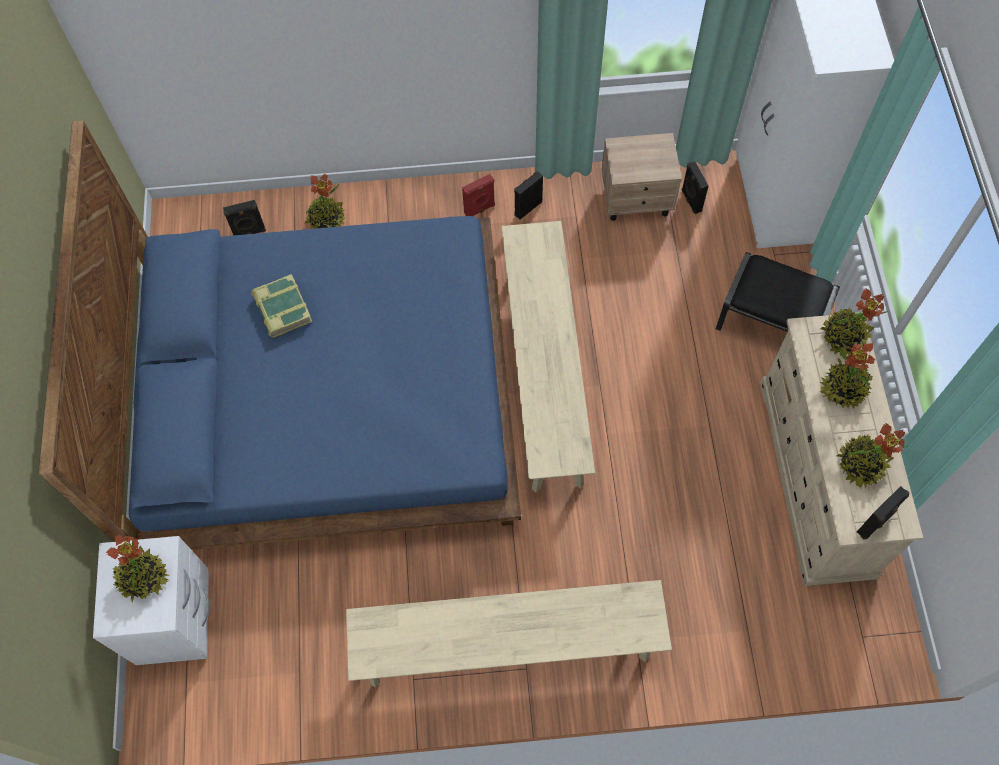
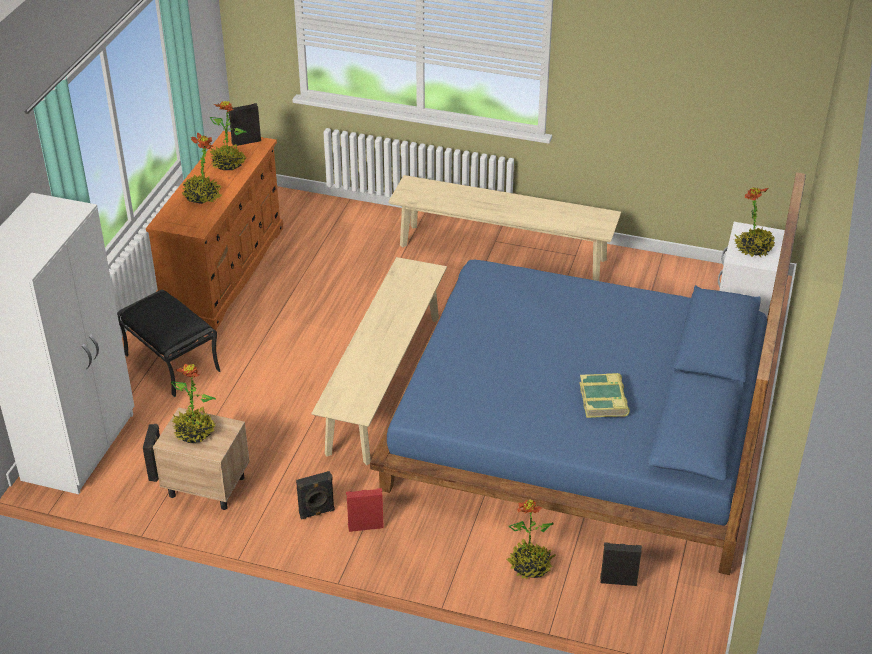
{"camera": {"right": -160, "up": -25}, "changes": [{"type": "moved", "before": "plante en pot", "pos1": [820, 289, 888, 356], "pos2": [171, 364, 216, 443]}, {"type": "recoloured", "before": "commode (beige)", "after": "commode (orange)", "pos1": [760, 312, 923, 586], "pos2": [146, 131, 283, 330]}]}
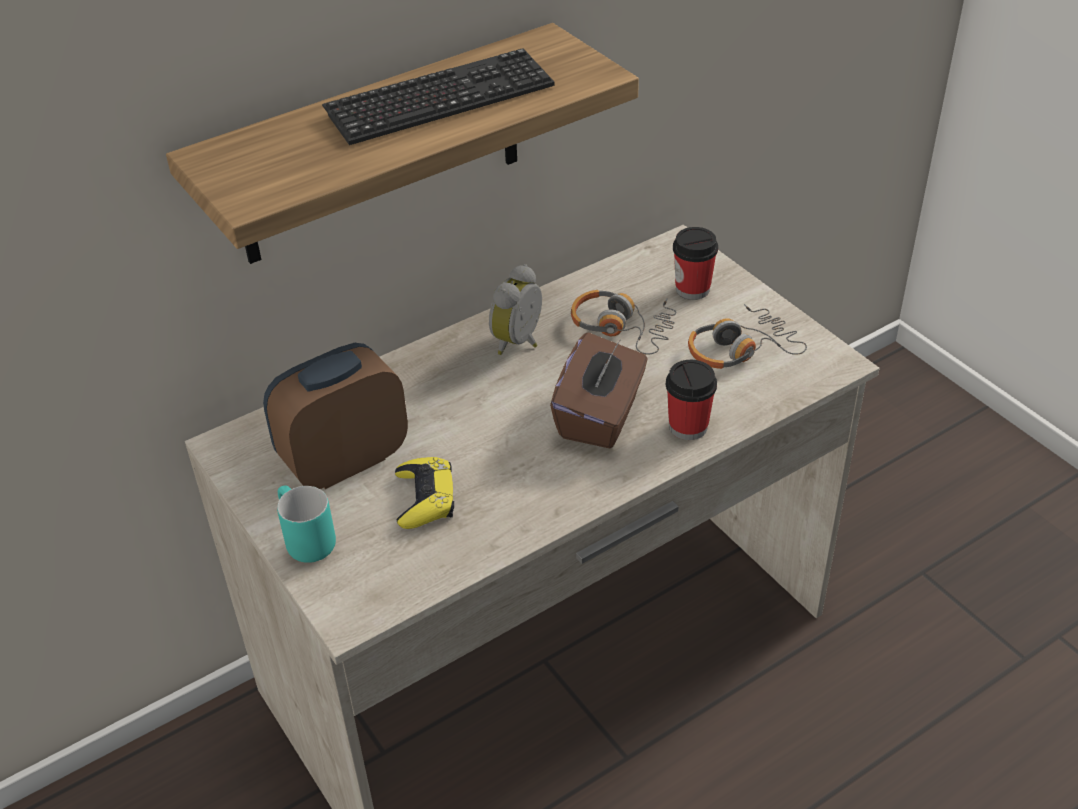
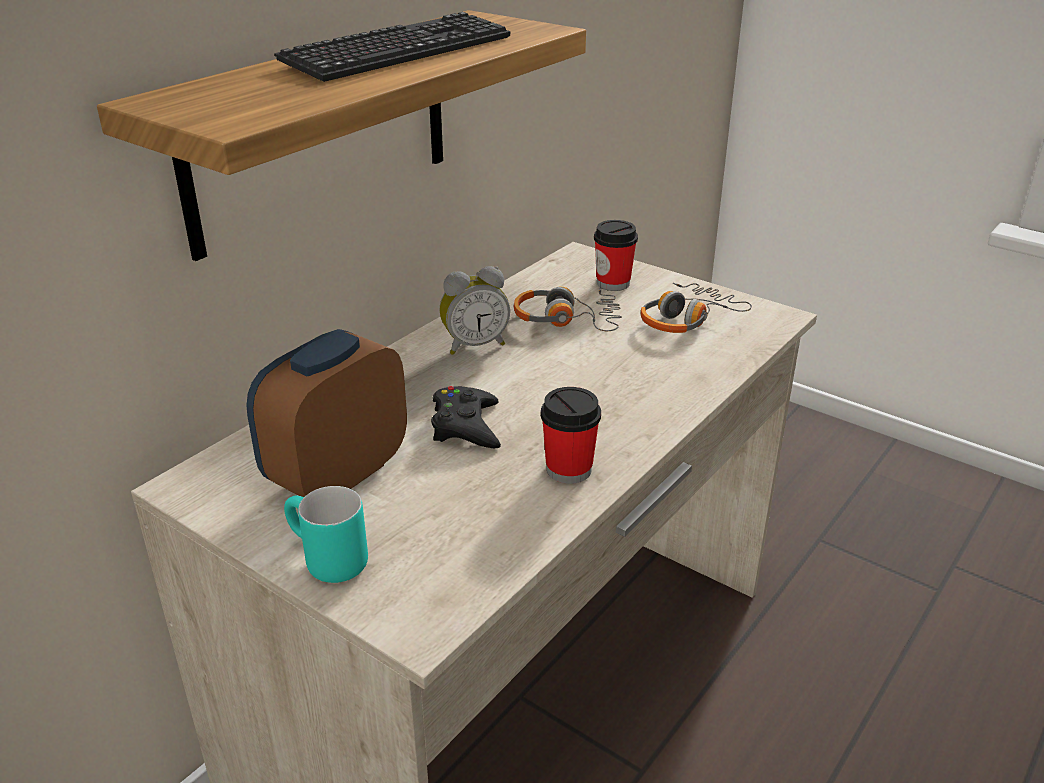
{"camera": {"right": -20, "up": -10}, "changes": [{"type": "removed", "before": "manette (jaune)", "pos1": [395, 457, 454, 529]}, {"type": "removed", "before": "boîte à mouchoirs (marron)", "pos1": [550, 332, 647, 448]}, {"type": "added", "after": "manette (noir)", "pos2": [431, 386, 501, 448]}, {"type": "moved", "before": "tasse", "pos1": [666, 360, 717, 440], "pos2": [541, 387, 601, 484]}, {"type": "turned", "before": "réveil", "pos1": [489, 264, 542, 355], "pos2": [440, 266, 510, 355], "turn": -120}]}
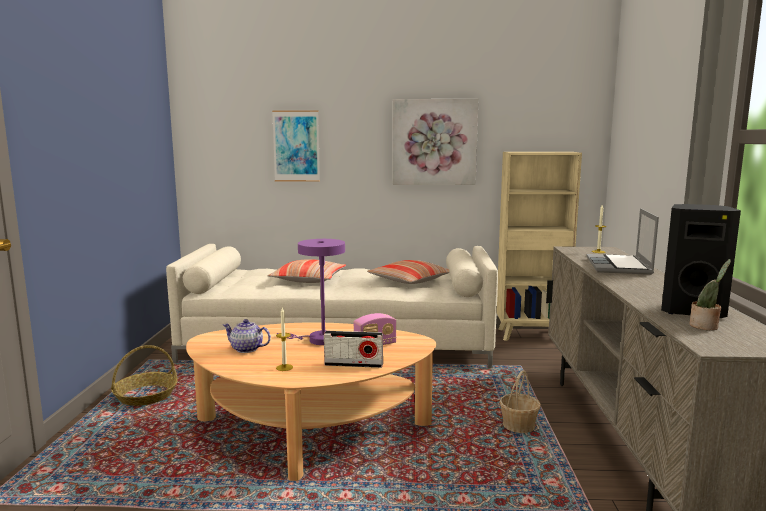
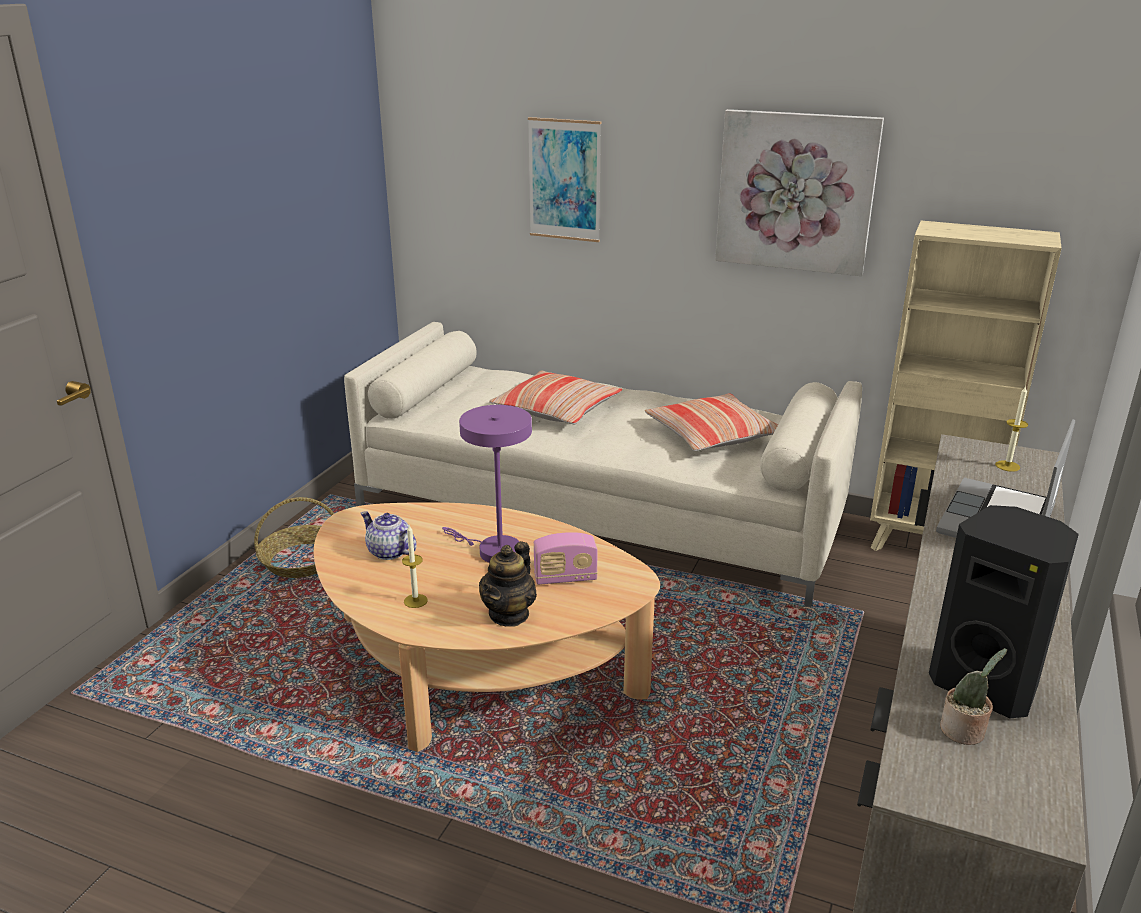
{"camera": {"right": 20, "up": 15}, "changes": [{"type": "removed", "before": "panier", "pos1": [499, 370, 541, 433]}, {"type": "replaced", "before": "radio", "after": "théière", "pos1": [324, 331, 383, 368], "pos2": [479, 541, 537, 627]}]}
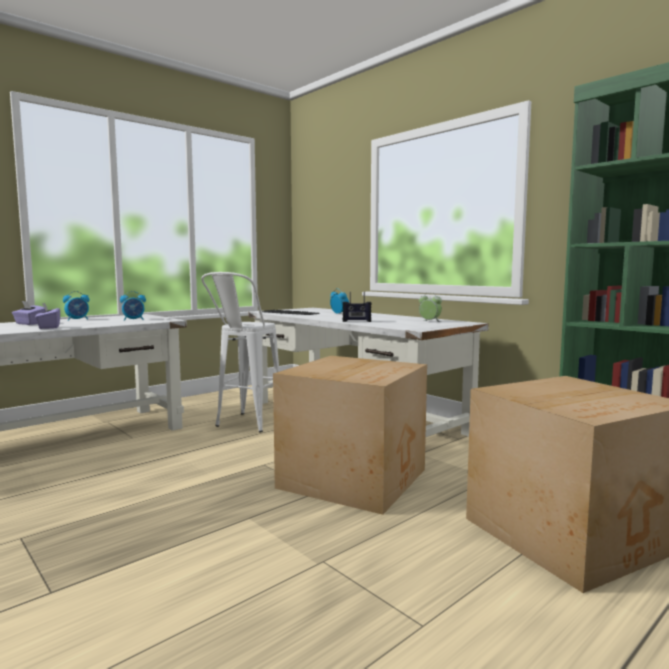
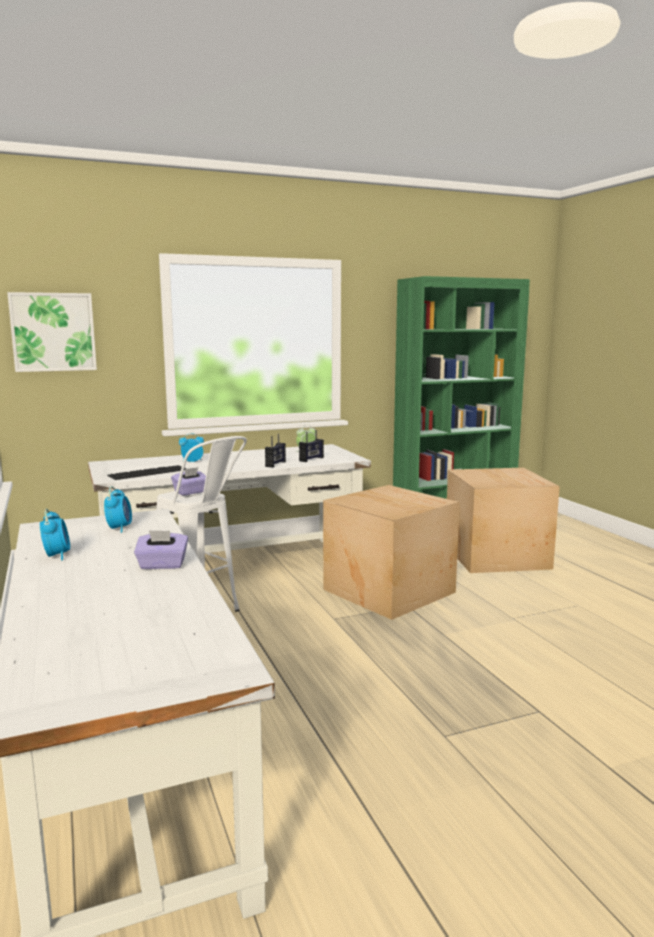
{"camera": {"right": -70, "up": 5}, "changes": [{"type": "added", "after": "tableau", "pos2": [7, 292, 97, 372]}, {"type": "added", "after": "radio", "pos2": [299, 430, 324, 462]}, {"type": "moved", "before": "boîte à mouchoirs (violet)", "pos1": [12, 301, 46, 325], "pos2": [171, 467, 206, 495]}]}
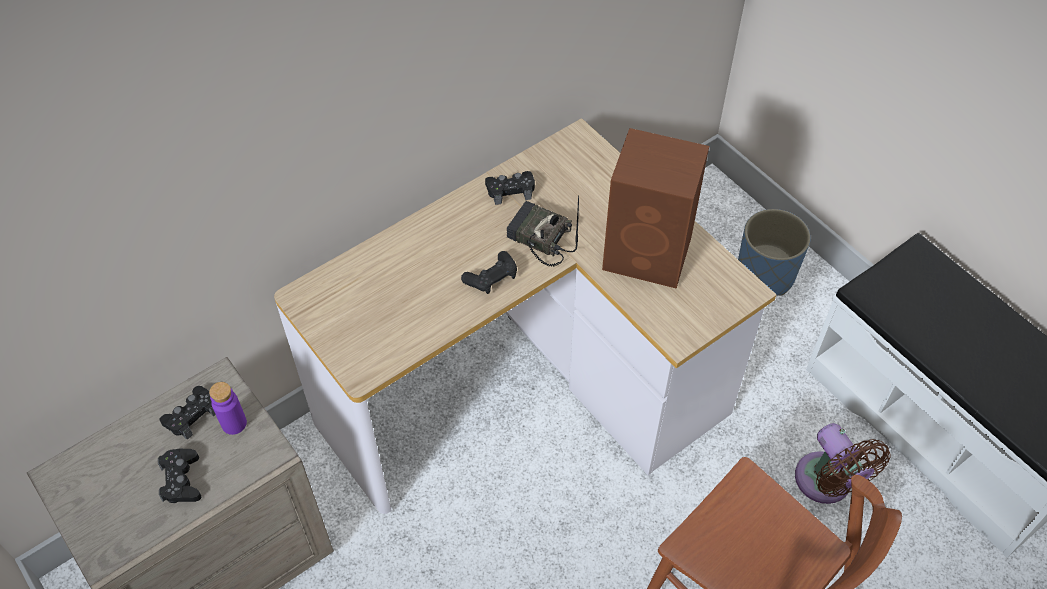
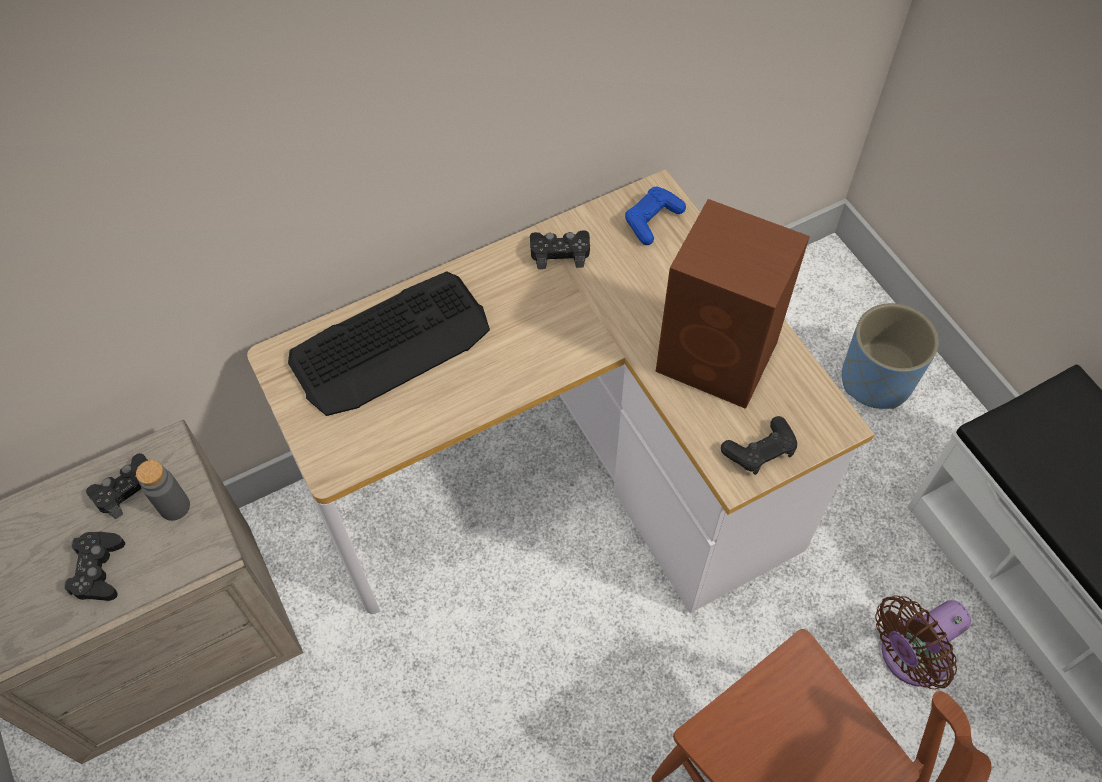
{"camera": {"right": 10, "up": 5}, "changes": [{"type": "removed", "before": "radio", "pos1": [507, 195, 579, 267]}, {"type": "added", "after": "clavier", "pos2": [288, 271, 490, 416]}, {"type": "added", "after": "manette (bleu)", "pos2": [625, 187, 686, 245]}, {"type": "moved", "before": "manette (noir)", "pos1": [461, 251, 517, 294], "pos2": [721, 416, 797, 475]}, {"type": "recoloured", "before": "bouteille (violet)", "after": "bouteille (gris)", "pos1": [209, 382, 247, 435], "pos2": [136, 460, 190, 521]}, {"type": "turned", "before": "ventilateur (marron)", "pos1": [795, 423, 890, 504], "pos2": [875, 595, 971, 689], "turn": 75}]}
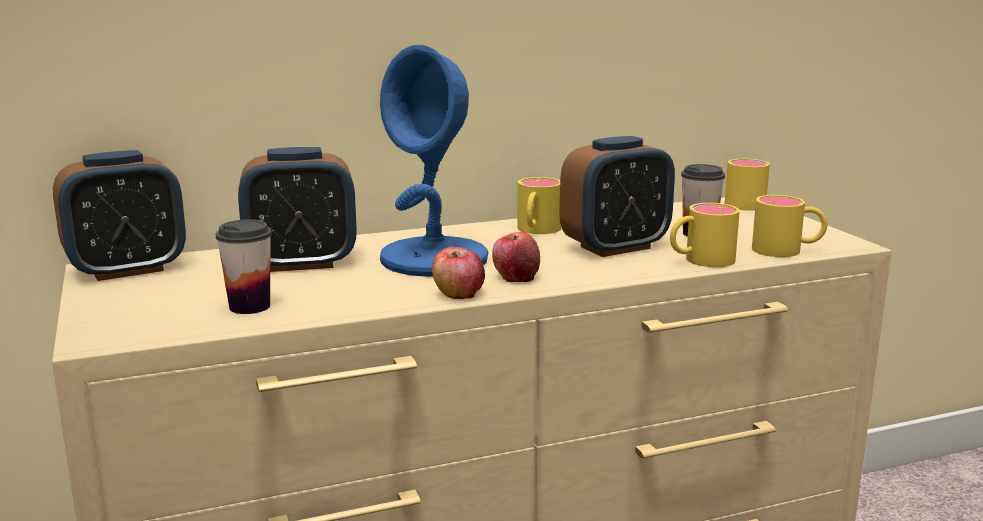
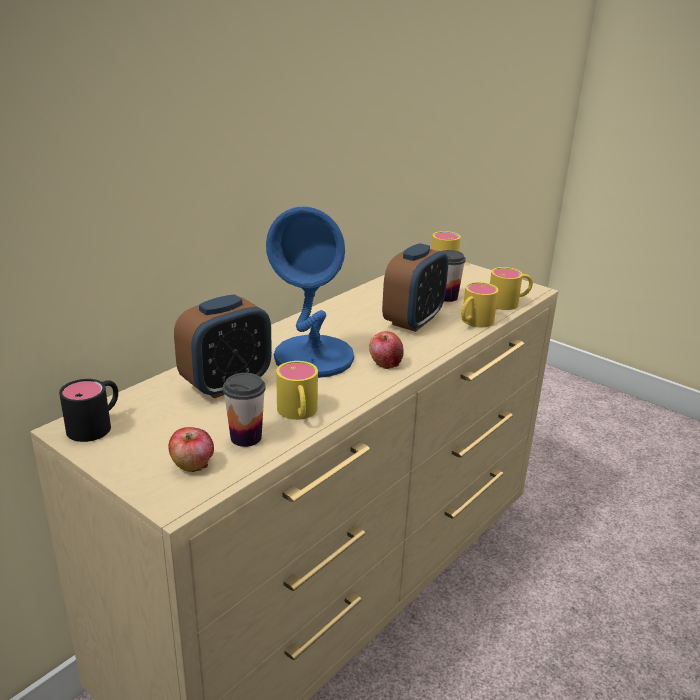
{"camera": {"right": -30, "up": 10}, "changes": [{"type": "moved", "before": "pomme", "pos1": [432, 247, 485, 299], "pos2": [168, 427, 214, 472]}, {"type": "moved", "before": "mug (jaune)", "pos1": [517, 177, 561, 234], "pos2": [276, 361, 318, 420]}, {"type": "replaced", "before": "réveil", "after": "mug (noir)", "pos1": [53, 150, 186, 281], "pos2": [59, 379, 118, 442]}]}
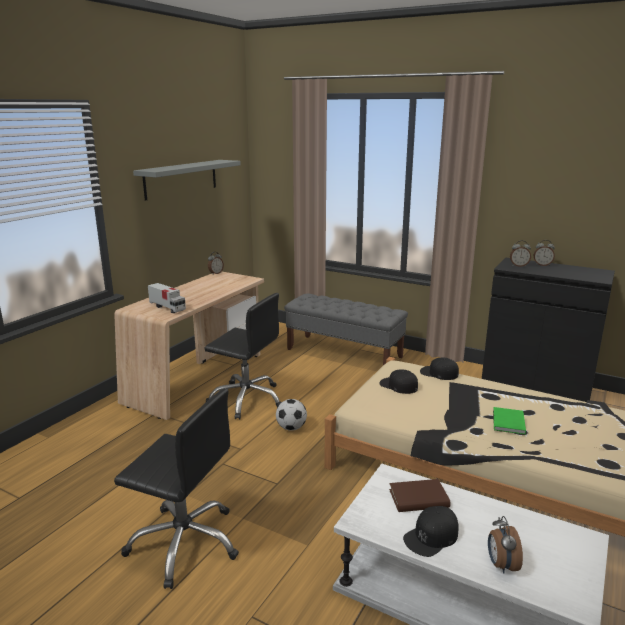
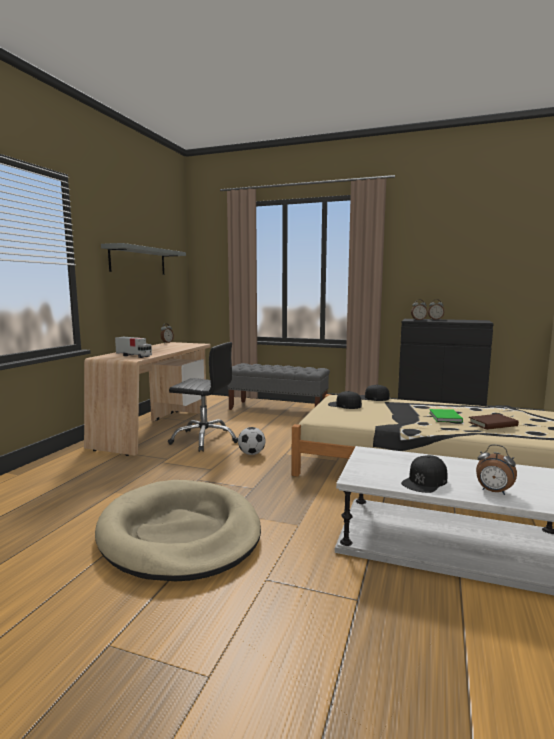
{"camera": {"right": -10, "up": -10}, "changes": [{"type": "moved", "before": "livre (marron)", "pos1": [389, 479, 451, 512], "pos2": [468, 414, 519, 430]}, {"type": "replaced", "before": "chaise de bureau (noir)", "after": "panier pour chien (beige)", "pos1": [114, 388, 239, 589], "pos2": [95, 480, 261, 581]}, {"type": "turned", "before": "réveil", "pos1": [488, 516, 523, 574], "pos2": [476, 444, 517, 495], "turn": -45}]}
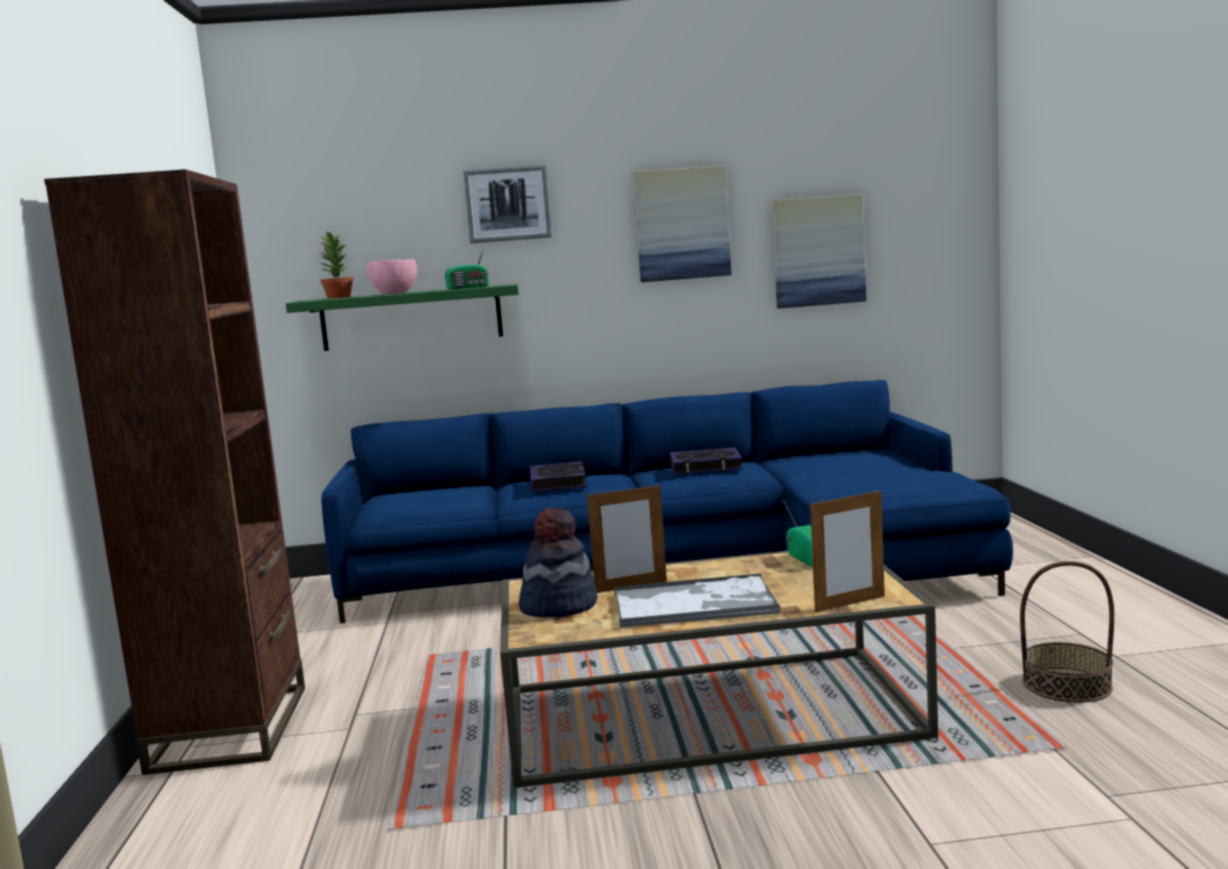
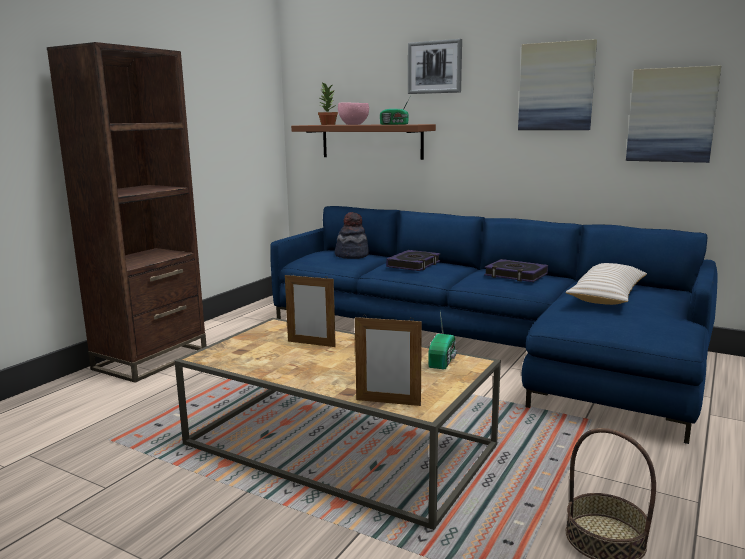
{"camera": {"right": 35, "up": 5}, "changes": [{"type": "removed", "before": "plateau", "pos1": [614, 573, 780, 627]}, {"type": "added", "after": "coussin (beige)", "pos2": [566, 263, 647, 305]}, {"type": "moved", "before": "chapeau", "pos1": [519, 508, 597, 617], "pos2": [335, 212, 369, 259]}, {"type": "recoloured", "before": "étagère (vert)", "after": "étagère (marron)", "pos1": [286, 284, 519, 351], "pos2": [291, 124, 436, 160]}]}
